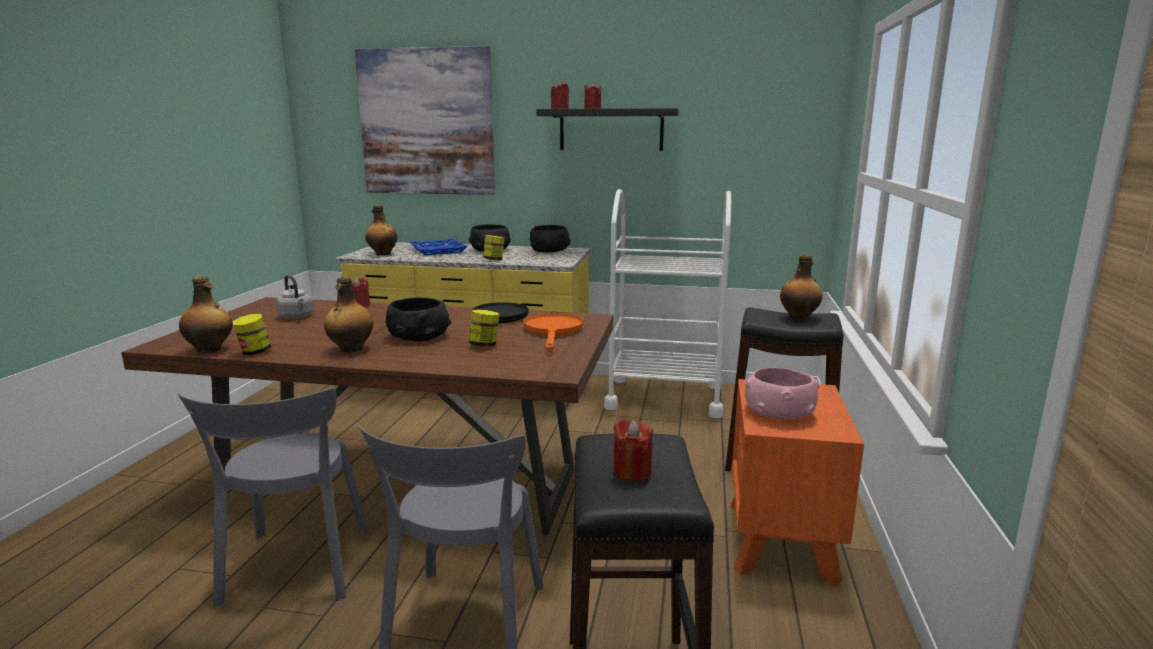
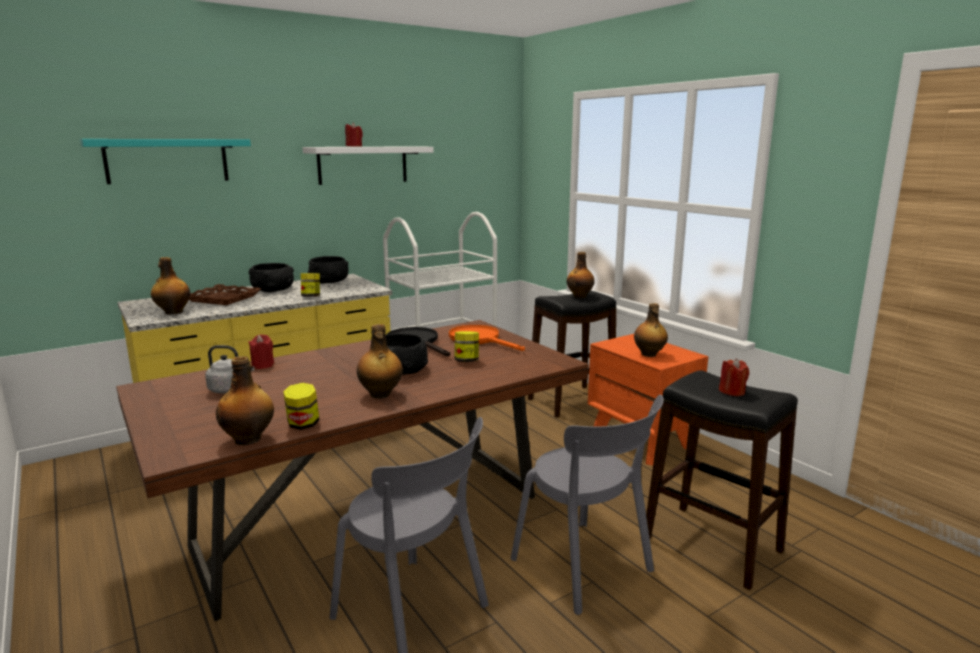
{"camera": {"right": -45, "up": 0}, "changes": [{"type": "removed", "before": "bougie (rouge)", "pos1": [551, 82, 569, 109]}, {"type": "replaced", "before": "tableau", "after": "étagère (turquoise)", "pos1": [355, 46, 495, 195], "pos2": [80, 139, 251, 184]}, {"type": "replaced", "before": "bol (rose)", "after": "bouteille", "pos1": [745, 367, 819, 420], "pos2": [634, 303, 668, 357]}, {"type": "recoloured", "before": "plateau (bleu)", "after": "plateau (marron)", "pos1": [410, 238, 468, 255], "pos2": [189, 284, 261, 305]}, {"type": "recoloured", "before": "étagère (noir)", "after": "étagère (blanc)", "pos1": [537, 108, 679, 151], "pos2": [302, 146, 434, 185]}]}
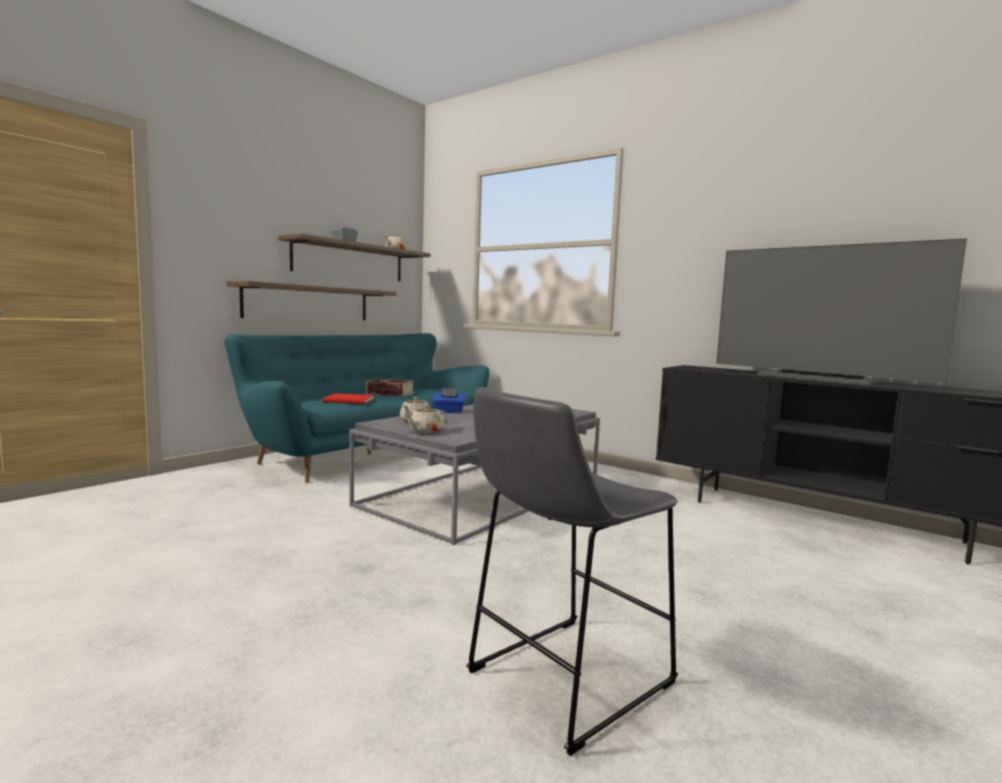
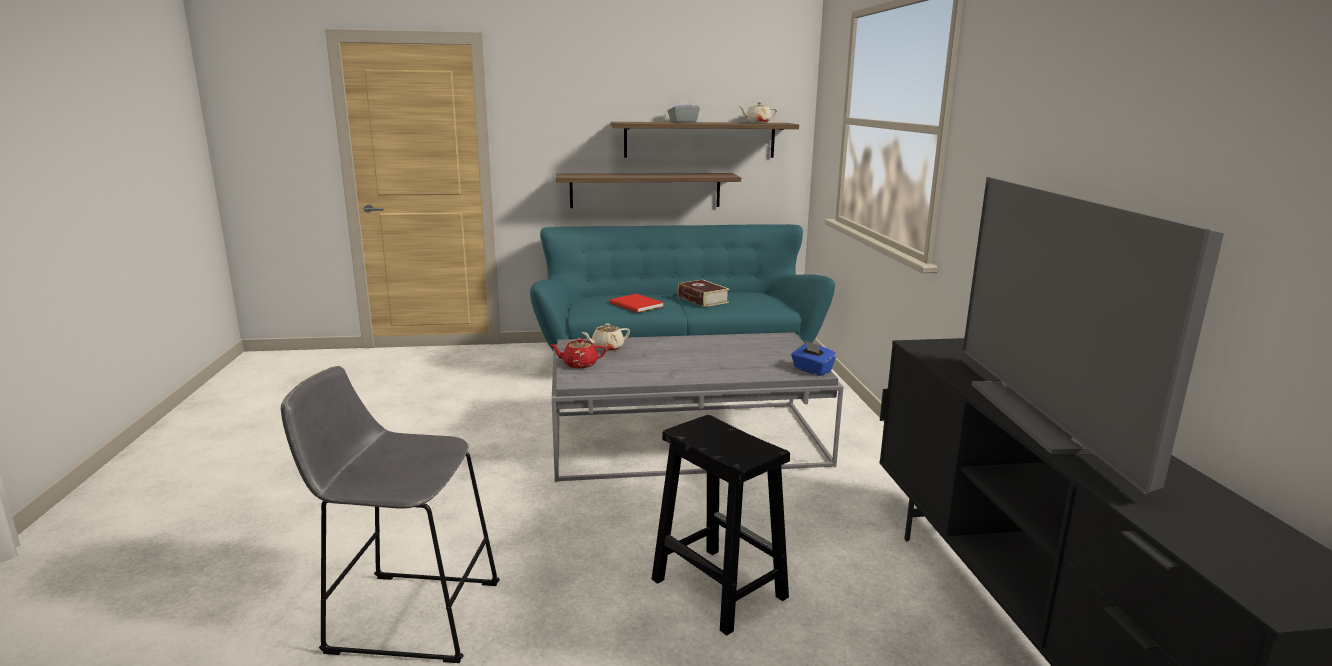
{"camera": {"right": 45, "up": 10}, "changes": [{"type": "added", "after": "tabouret (noir)", "pos2": [652, 415, 790, 636]}, {"type": "moved", "before": "boîte à mouchoirs (bleu)", "pos1": [433, 388, 466, 413], "pos2": [791, 341, 836, 376]}, {"type": "recoloured", "before": "théière (beige)", "after": "théière (rouge)", "pos1": [405, 405, 446, 434], "pos2": [551, 338, 607, 368]}]}
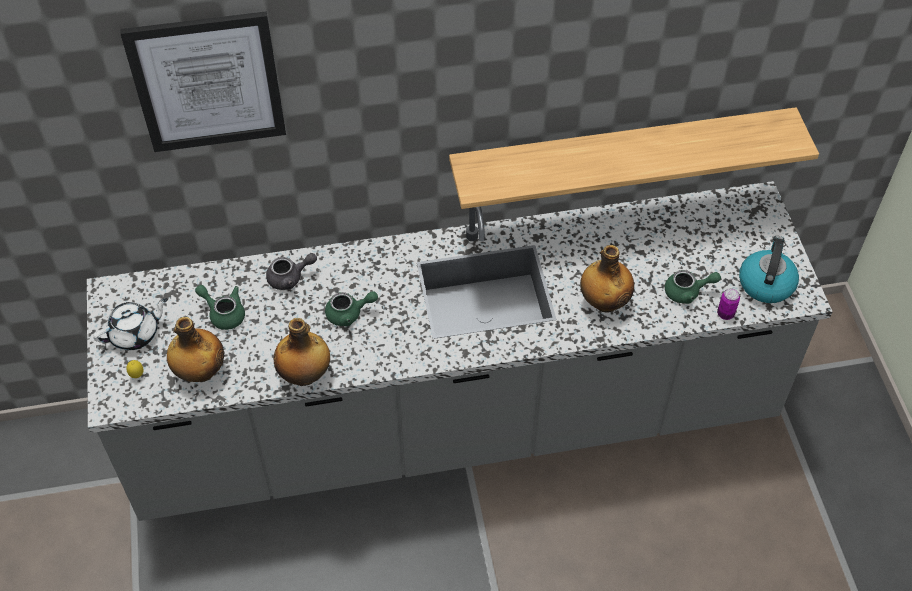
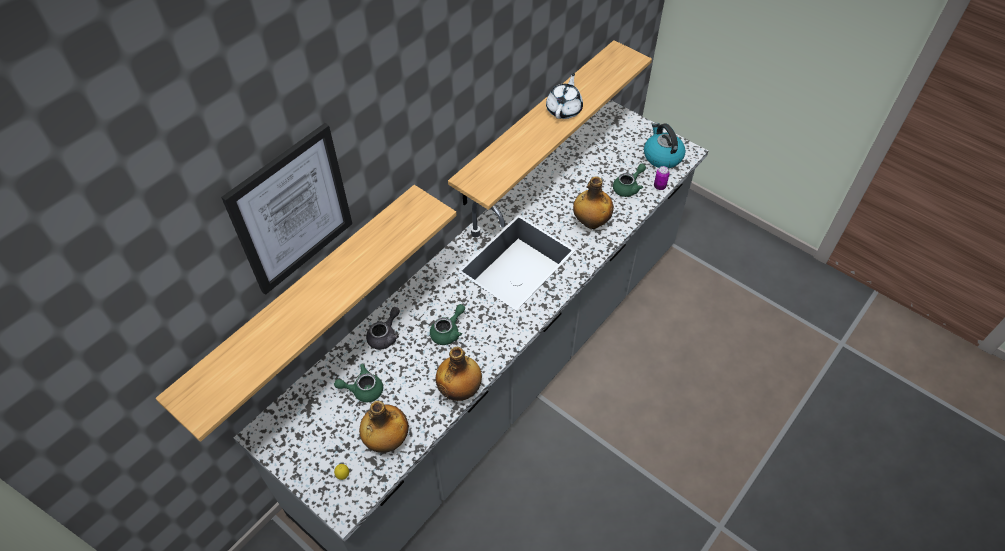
{"camera": {"right": -40, "up": 0}, "changes": [{"type": "added", "after": "étagère", "pos2": [156, 185, 457, 442]}, {"type": "moved", "before": "théière (blanc)", "pos1": [93, 298, 168, 351], "pos2": [546, 73, 583, 119]}]}
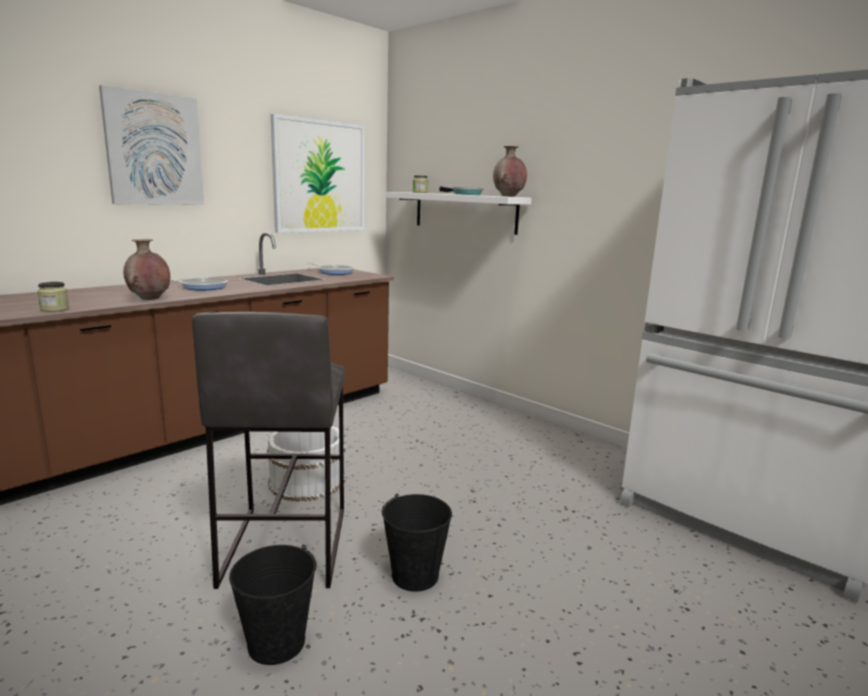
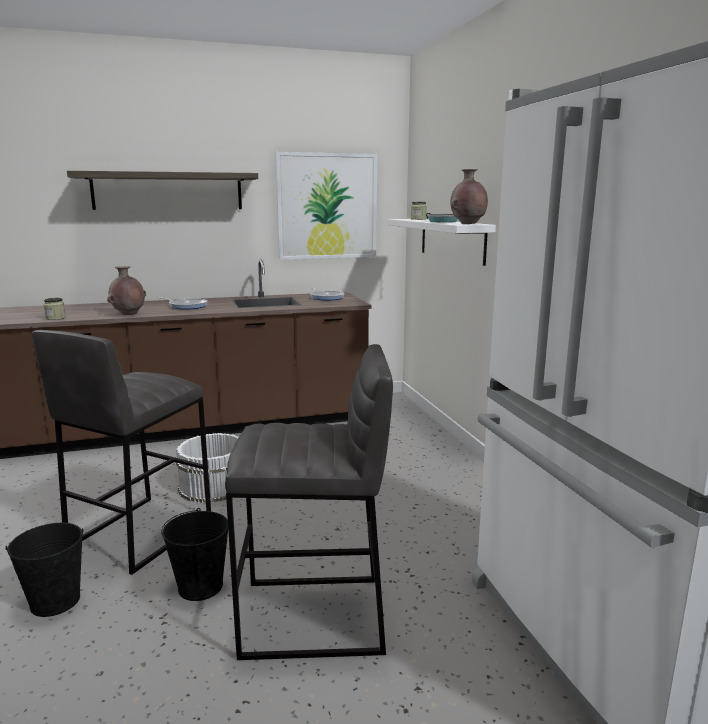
{"camera": {"right": 30, "up": 0}, "changes": [{"type": "added", "after": "tabouret (gris)", "pos2": [225, 344, 393, 660]}, {"type": "replaced", "before": "tableau", "after": "étagère", "pos1": [99, 85, 204, 205], "pos2": [67, 171, 258, 210]}]}
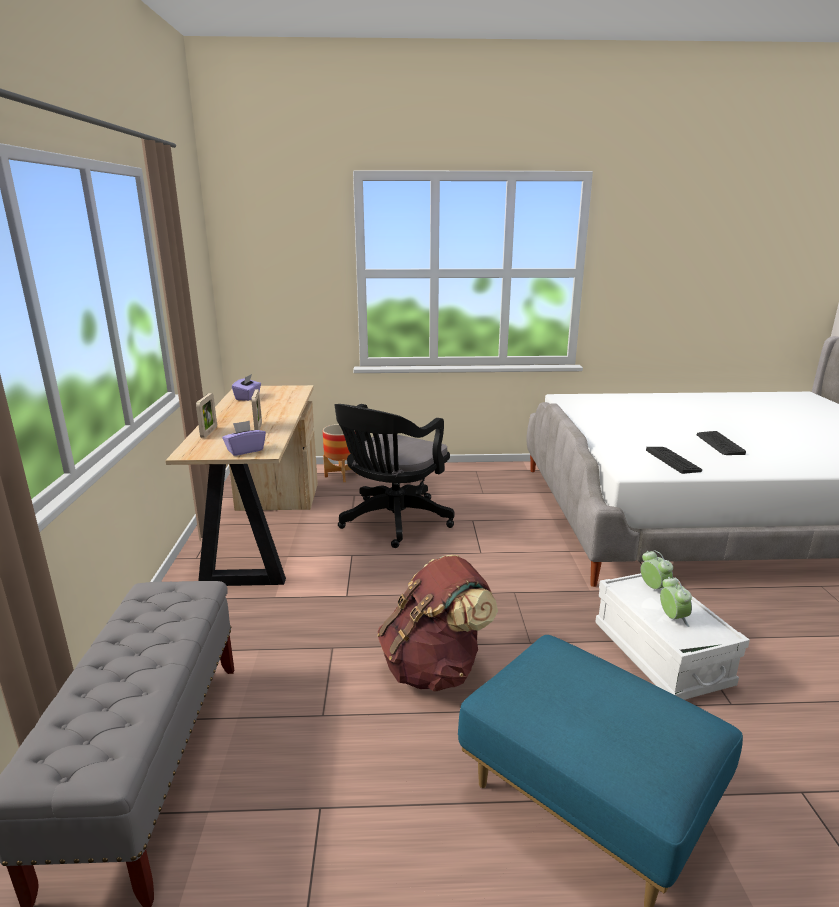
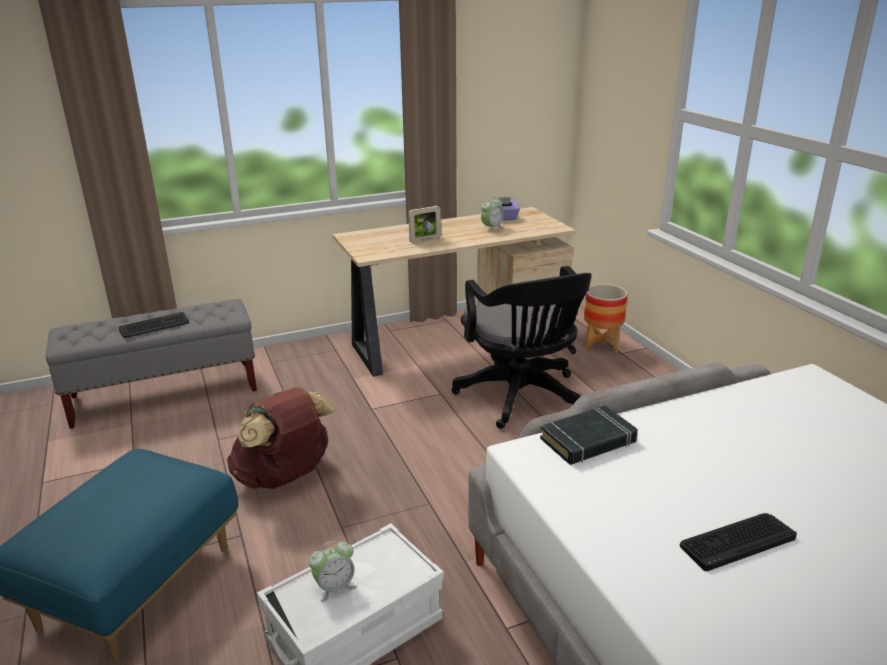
{"camera": {"right": 70, "up": 5}, "changes": [{"type": "removed", "before": "cadre photo", "pos1": [196, 393, 217, 438]}, {"type": "removed", "before": "boîte à mouchoirs (violet)", "pos1": [222, 420, 266, 456]}, {"type": "added", "after": "livre (noir)", "pos2": [540, 406, 638, 465]}, {"type": "moved", "before": "réveil", "pos1": [640, 550, 673, 589], "pos2": [481, 197, 504, 233]}, {"type": "moved", "before": "clavier", "pos1": [646, 447, 702, 474], "pos2": [119, 312, 189, 338]}, {"type": "turned", "before": "chaise de bureau (noir)", "pos1": [335, 404, 455, 548], "pos2": [451, 266, 591, 429], "turn": -120}]}
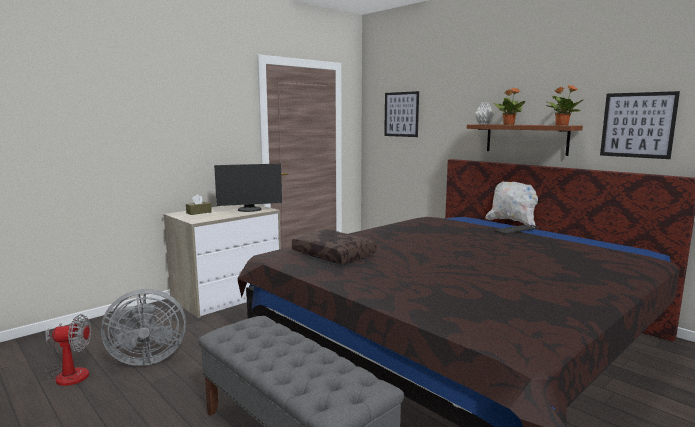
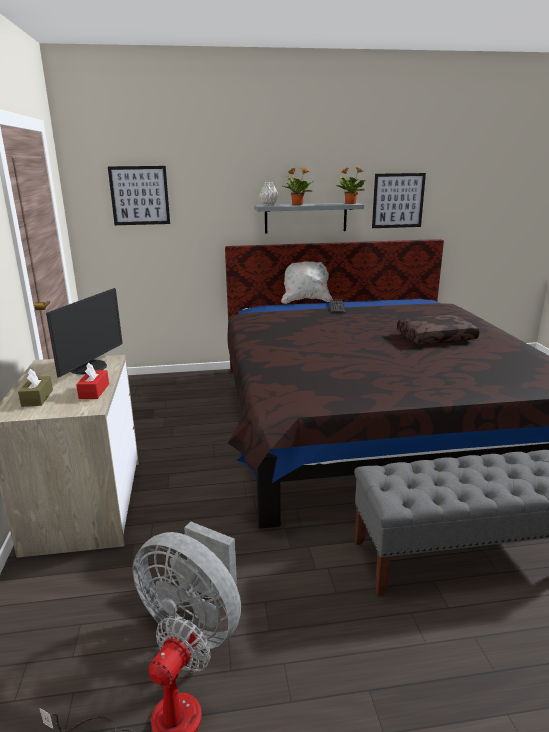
{"camera": {"right": -55, "up": 10}, "changes": [{"type": "added", "after": "boîte à mouchoirs (rouge)", "pos2": [76, 363, 109, 399]}, {"type": "moved", "before": "coussin (marron)", "pos1": [292, 230, 377, 264], "pos2": [397, 315, 480, 344]}, {"type": "recoloured", "before": "étagère (marron)", "after": "étagère (gris)", "pos1": [467, 124, 583, 156], "pos2": [254, 203, 364, 233]}, {"type": "turned", "before": "ventilateur (gris)", "pos1": [101, 289, 186, 366], "pos2": [133, 522, 241, 649], "turn": 105}]}
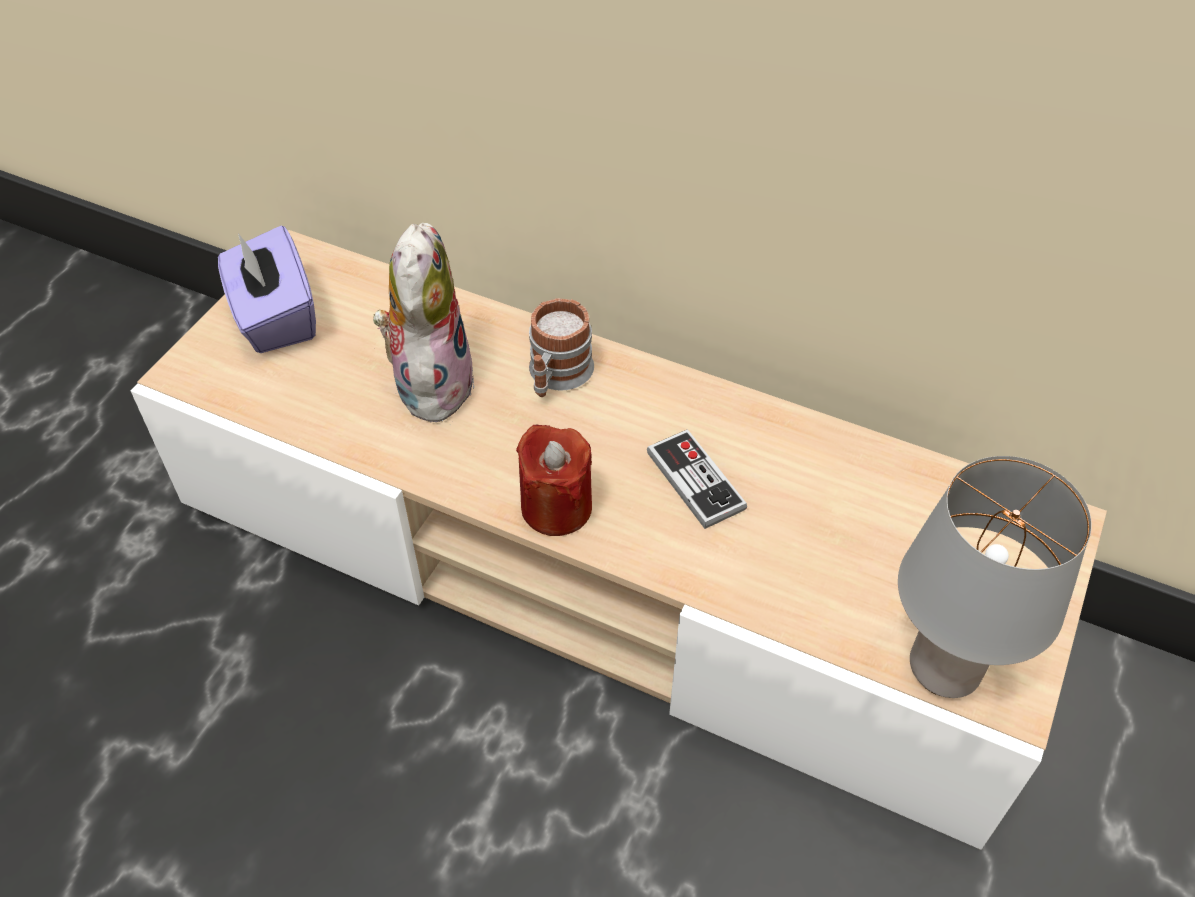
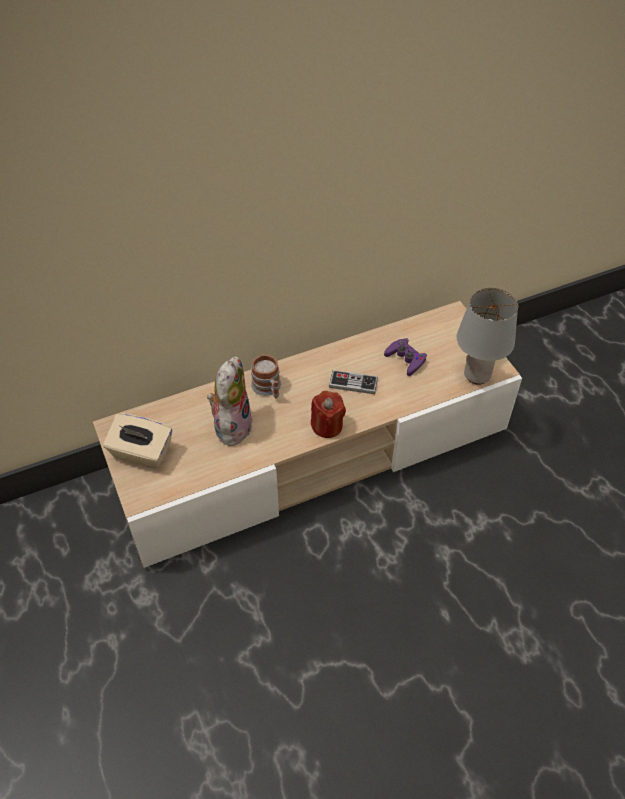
{"camera": {"right": -50, "up": 0}, "changes": [{"type": "added", "after": "manette (violet)", "pos2": [384, 338, 427, 376]}, {"type": "recoloured", "before": "boîte à mouchoirs (violet)", "after": "boîte à mouchoirs (beige)", "pos1": [218, 226, 316, 353], "pos2": [103, 414, 172, 469]}, {"type": "turned", "before": "peluche", "pos1": [373, 223, 474, 422], "pos2": [207, 356, 252, 446], "turn": 60}]}
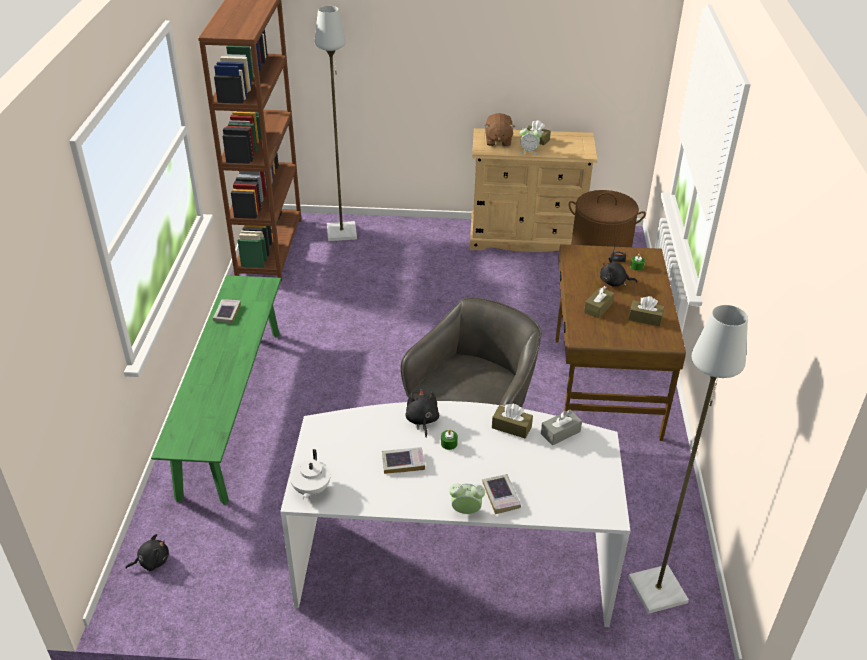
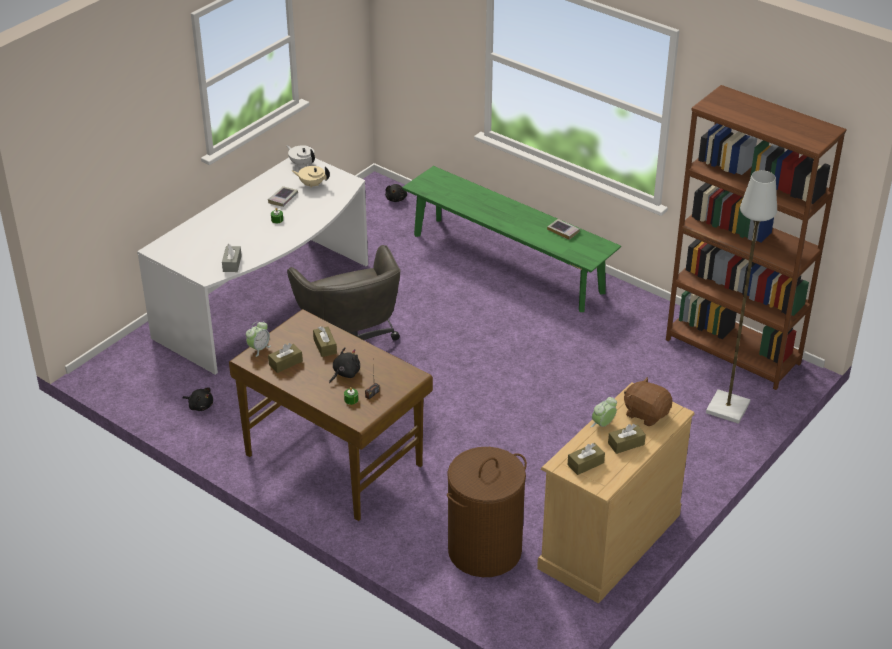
{"camera": {"right": 125, "up": 0}, "changes": [{"type": "removed", "before": "livre", "pos1": [482, 474, 521, 514]}, {"type": "removed", "before": "lampadaire (gris)", "pos1": [628, 305, 748, 614]}, {"type": "added", "after": "théière (beige)", "pos2": [292, 166, 330, 188]}, {"type": "moved", "before": "peluche (noir)", "pos1": [405, 389, 439, 438], "pos2": [183, 387, 213, 411]}, {"type": "moved", "before": "réveil", "pos1": [449, 483, 485, 514], "pos2": [246, 321, 271, 357]}, {"type": "moved", "before": "boîte à mouchoirs (marron)", "pos1": [492, 404, 533, 439], "pos2": [568, 443, 605, 475]}]}
